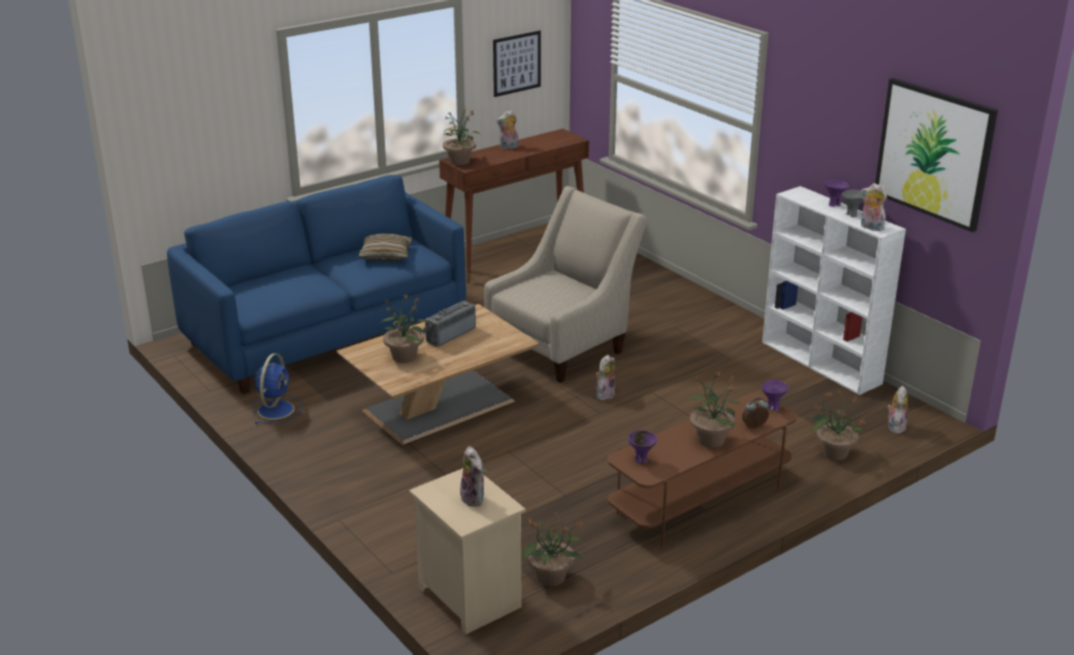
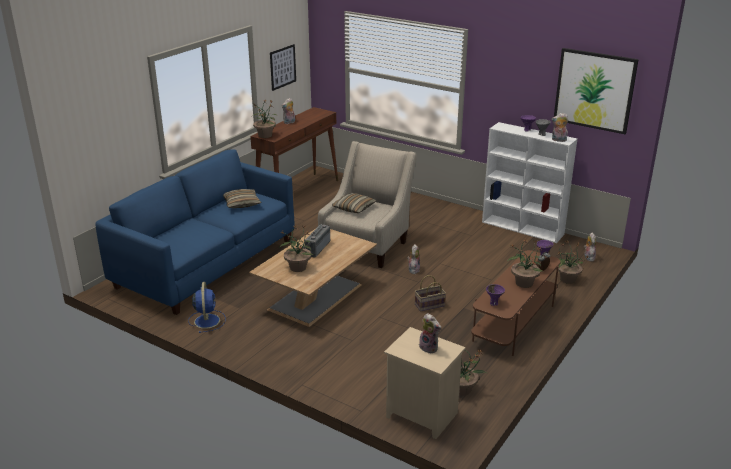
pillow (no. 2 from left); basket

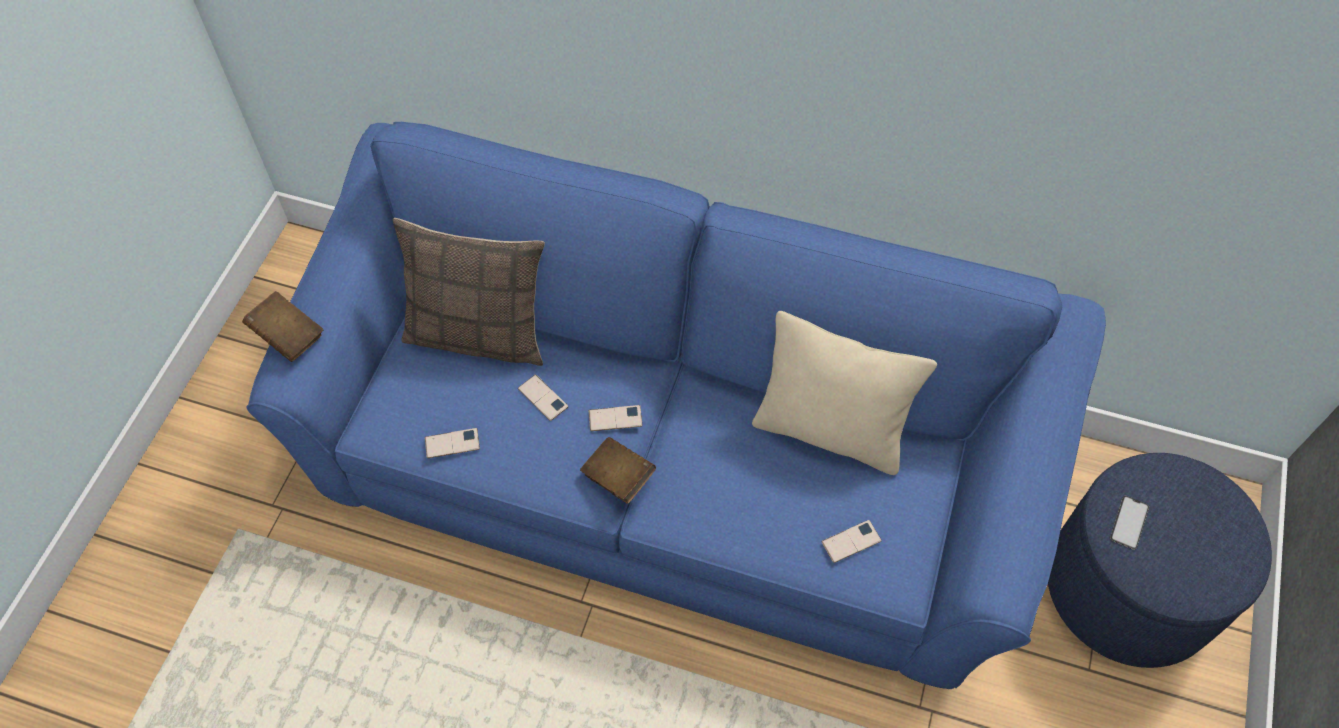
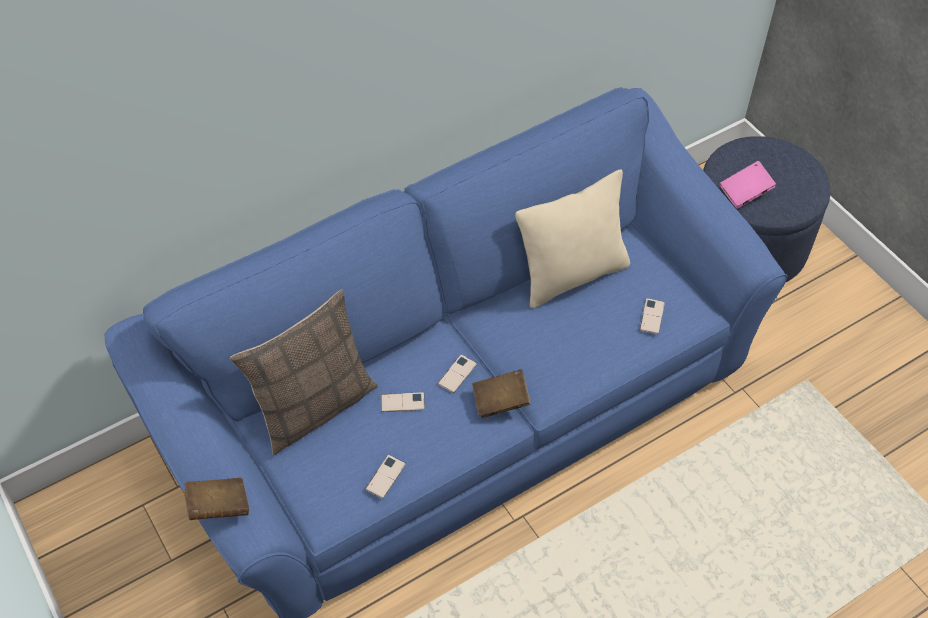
pink book

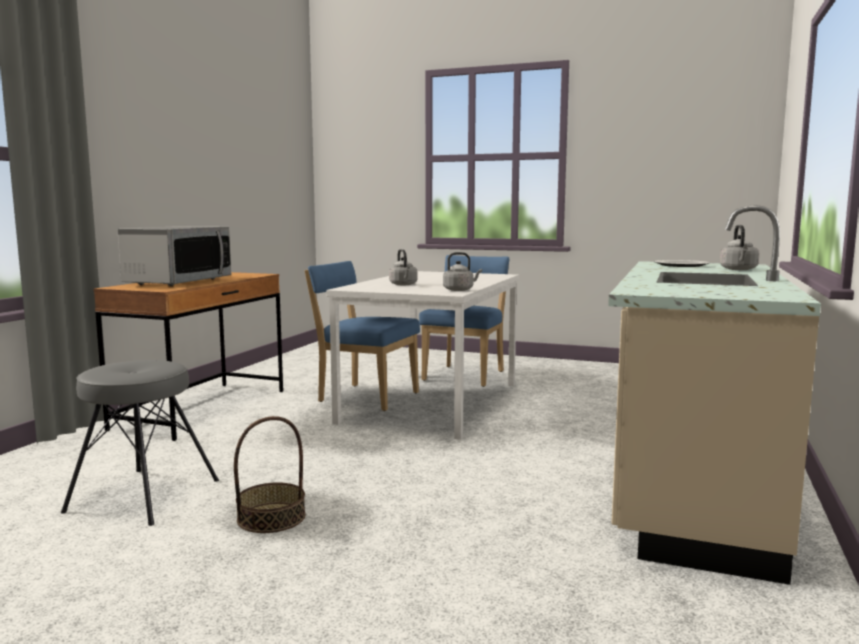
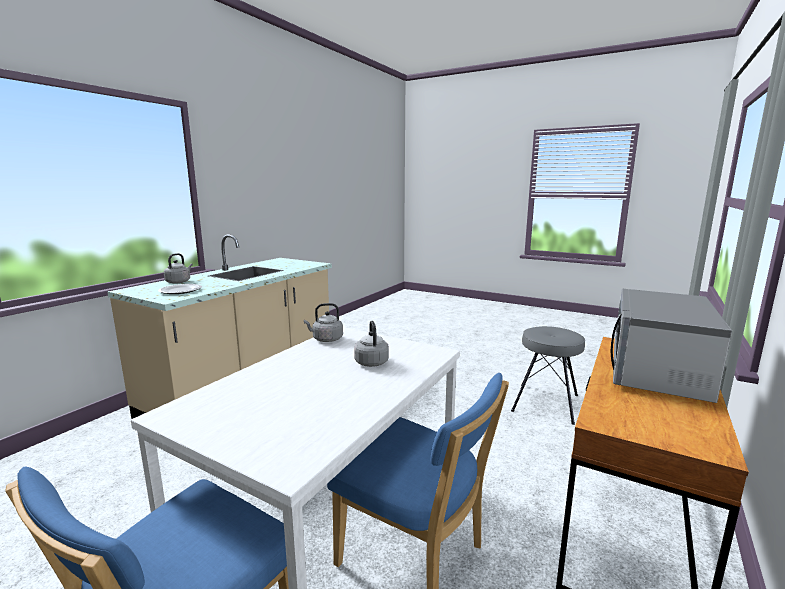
basket

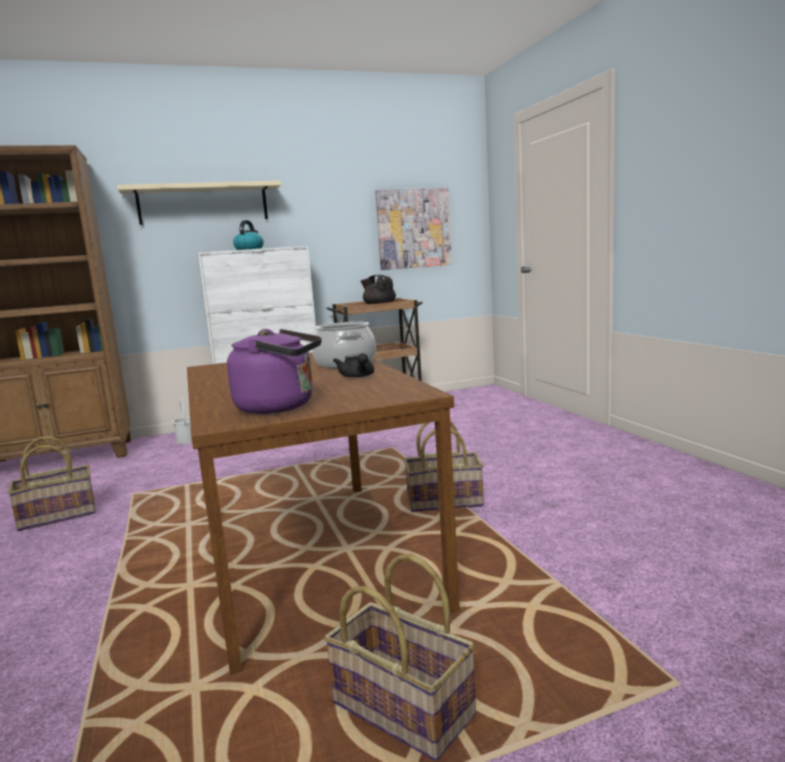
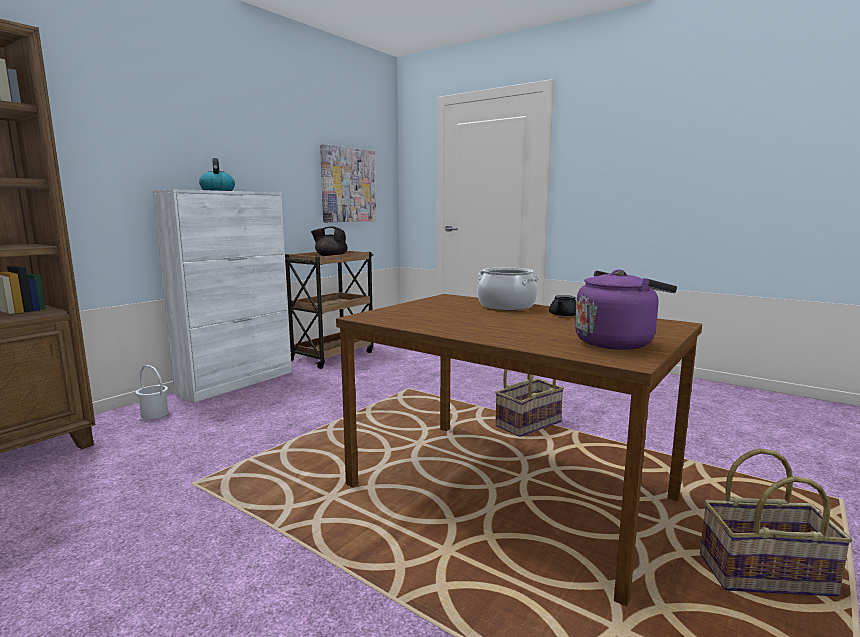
basket (no. 1 from left in the first image); beige shelf

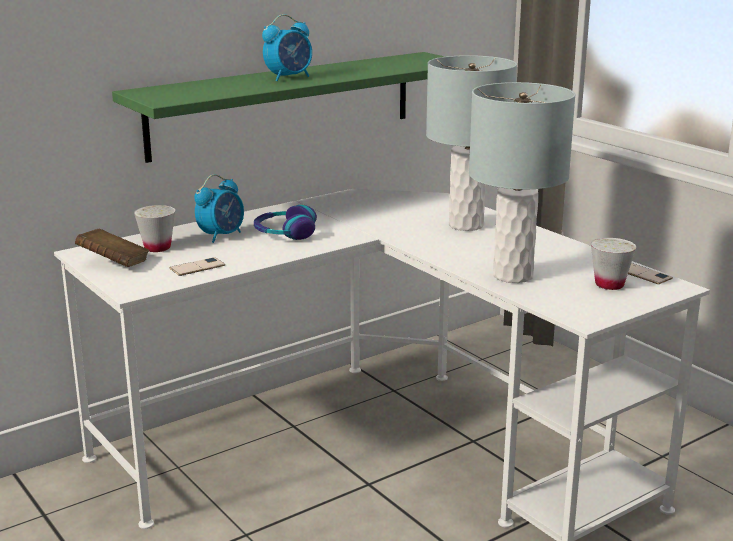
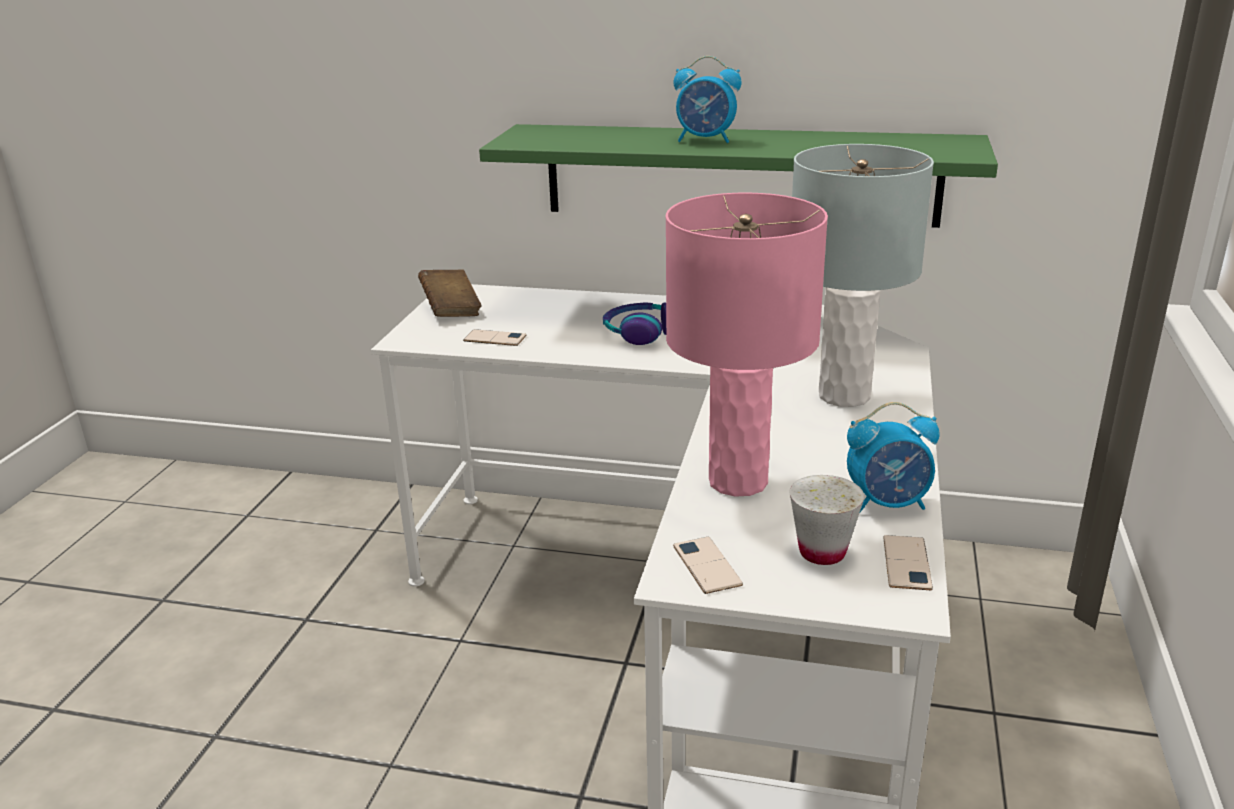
white cup (no. 1 from left in the first image); phone (no. 2 from left); alarm clock (no. 2 from left); pink table lamp

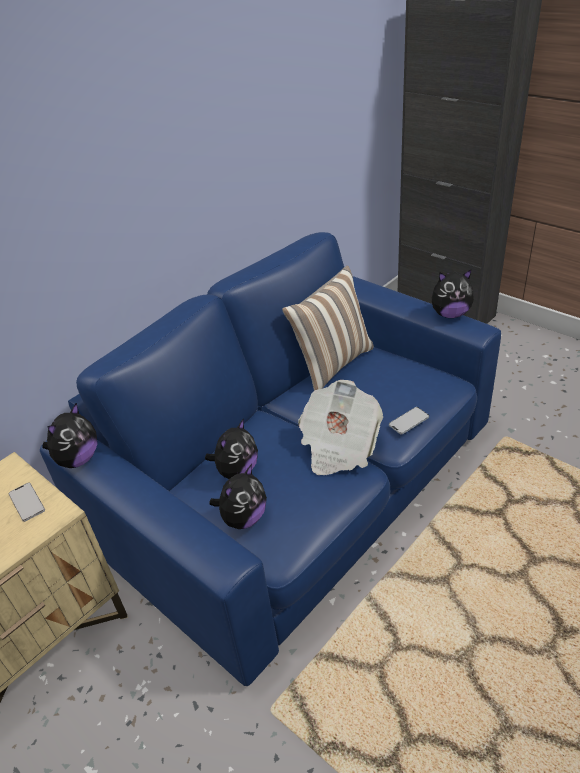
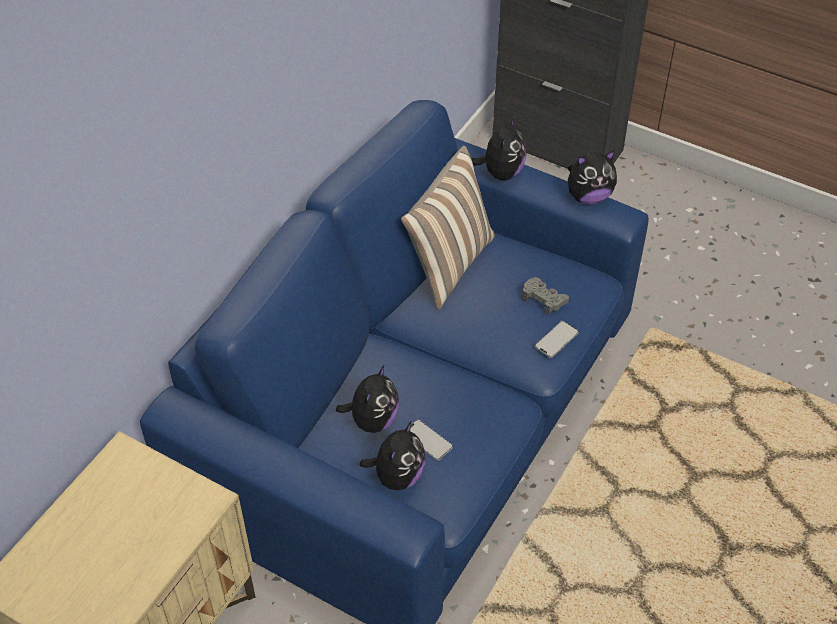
newspaper; grey game controller; phone (no. 1 from left); plush toy (no. 3 from left)

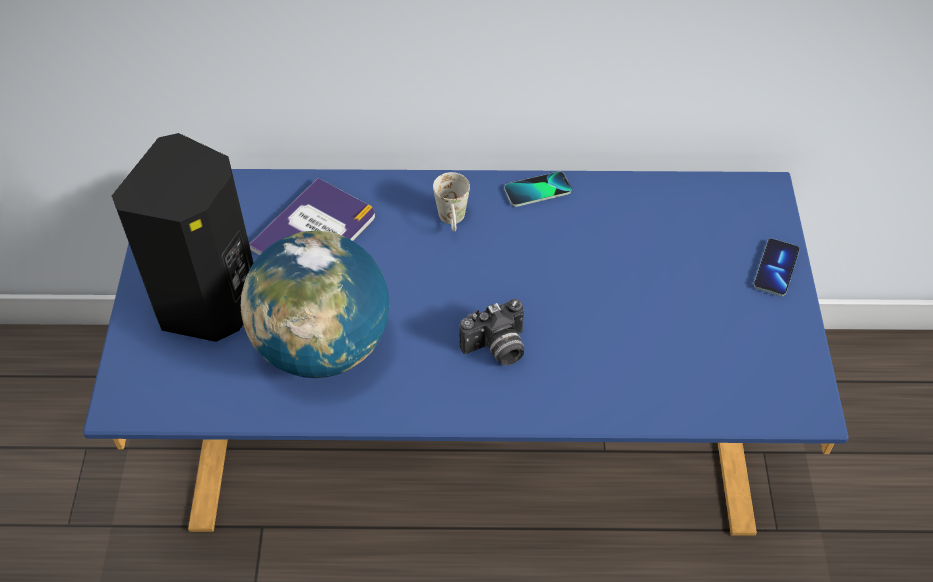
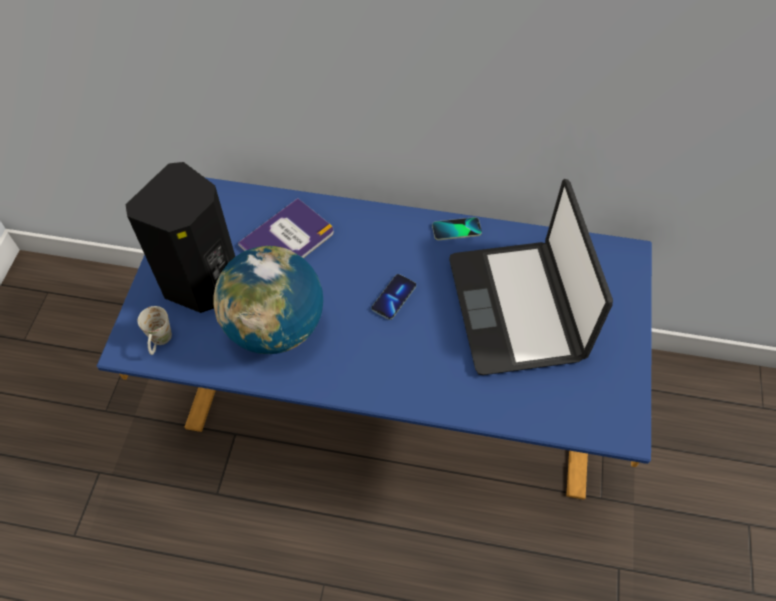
photo camera; laptop; white mug; phone (no. 1 from left)

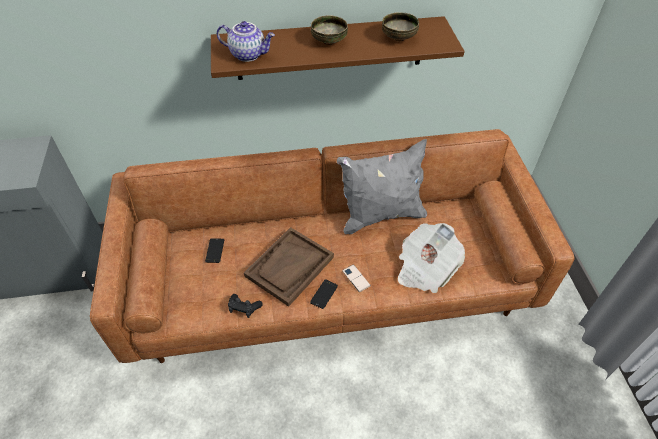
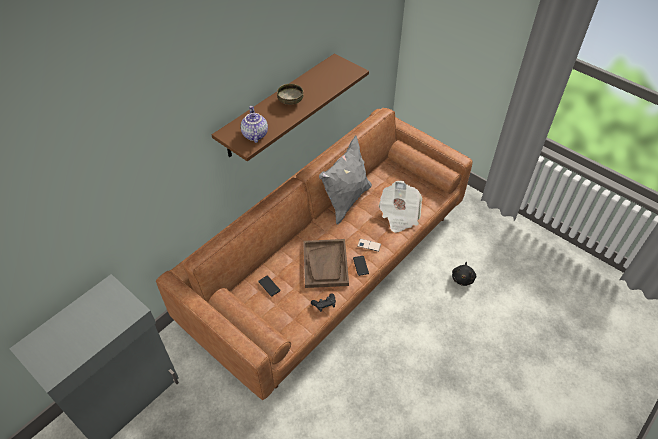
bowl (no. 2 from left in the first image); black plush toy; teapot

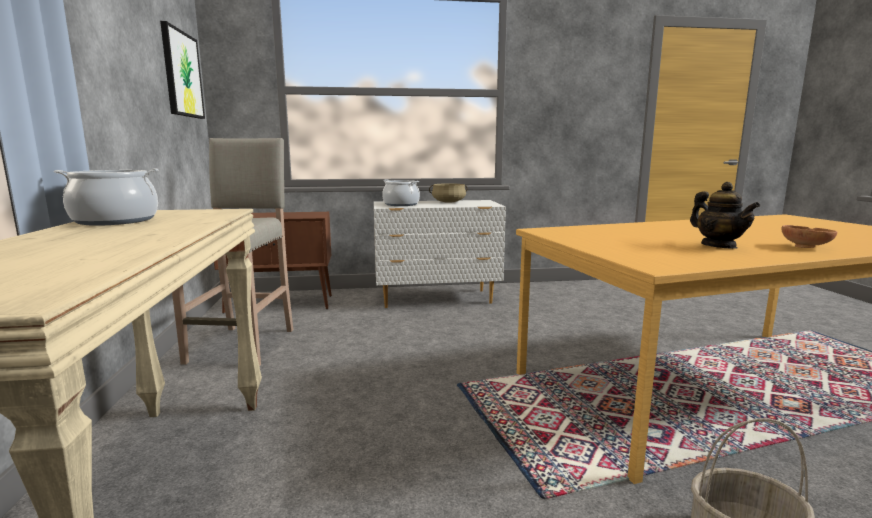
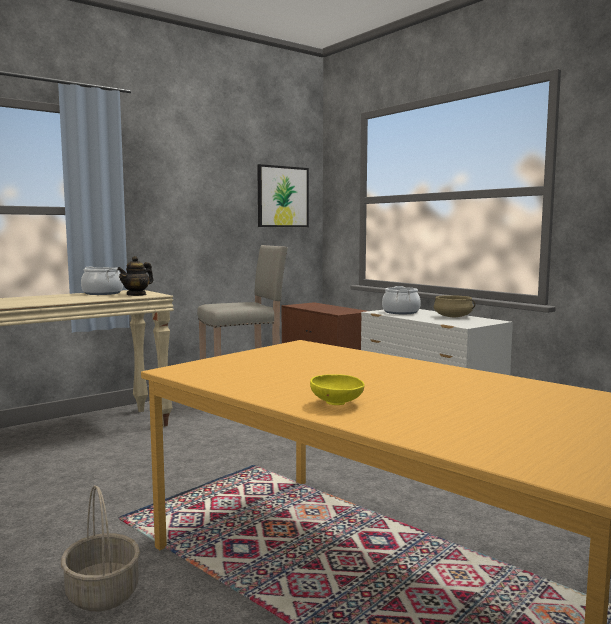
teapot; yellow bowl

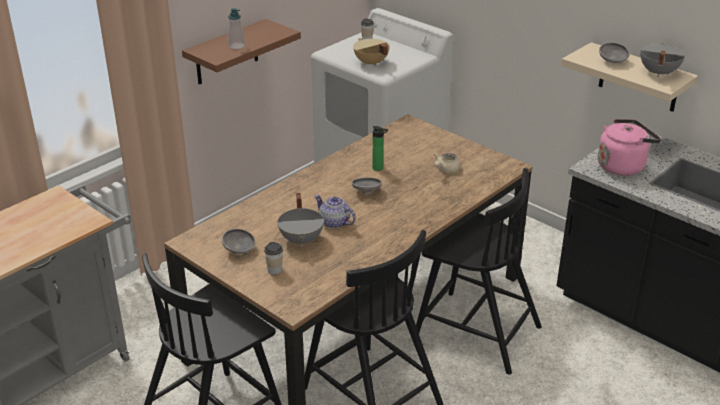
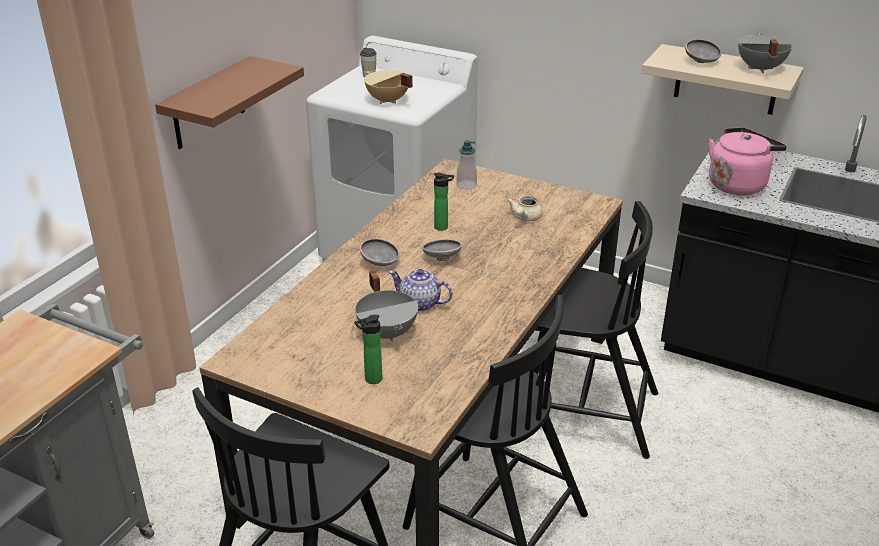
grey bowl (no. 1 from left); soap dispenser; bottle (no. 1 from left)

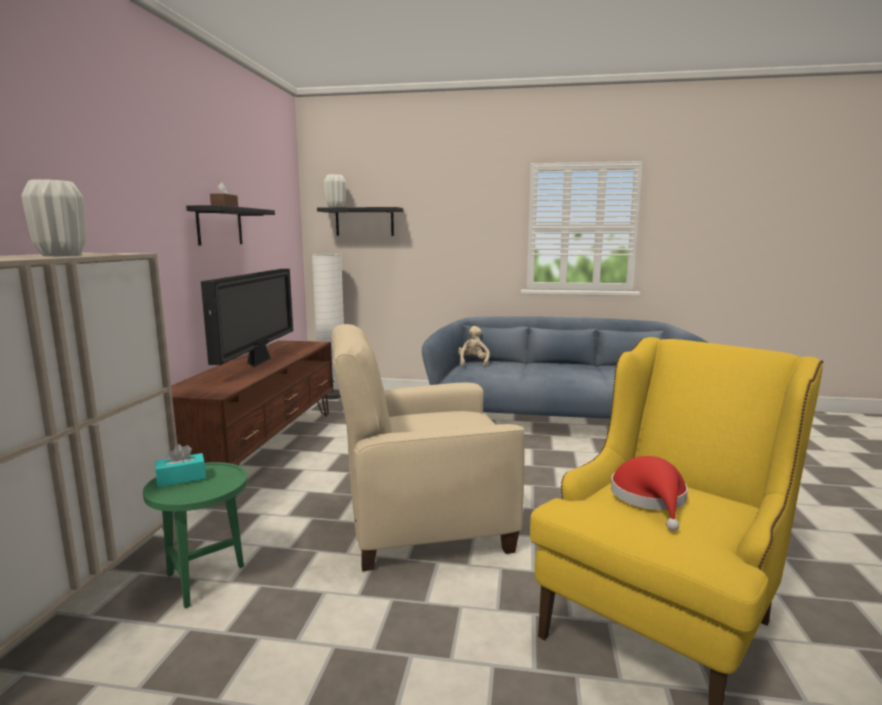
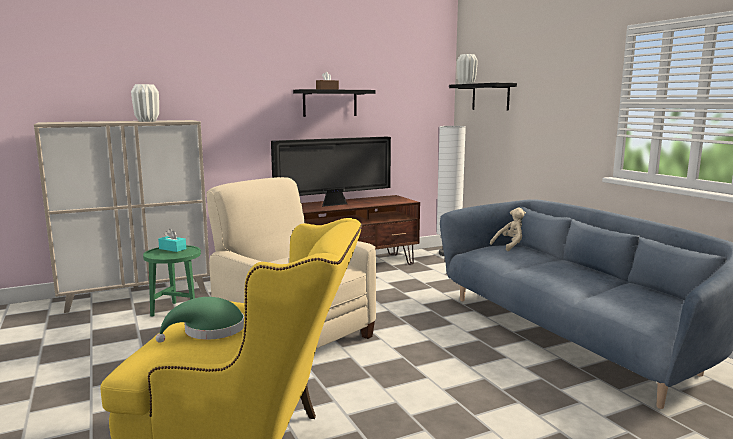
green hat

